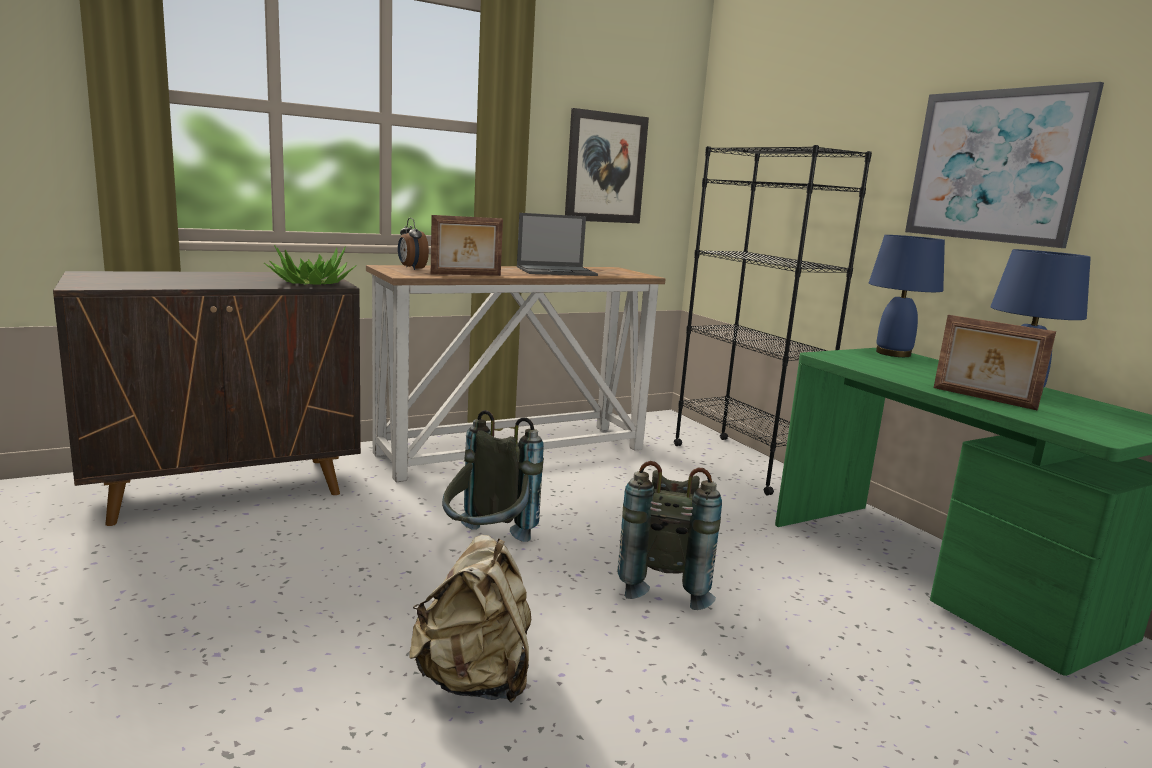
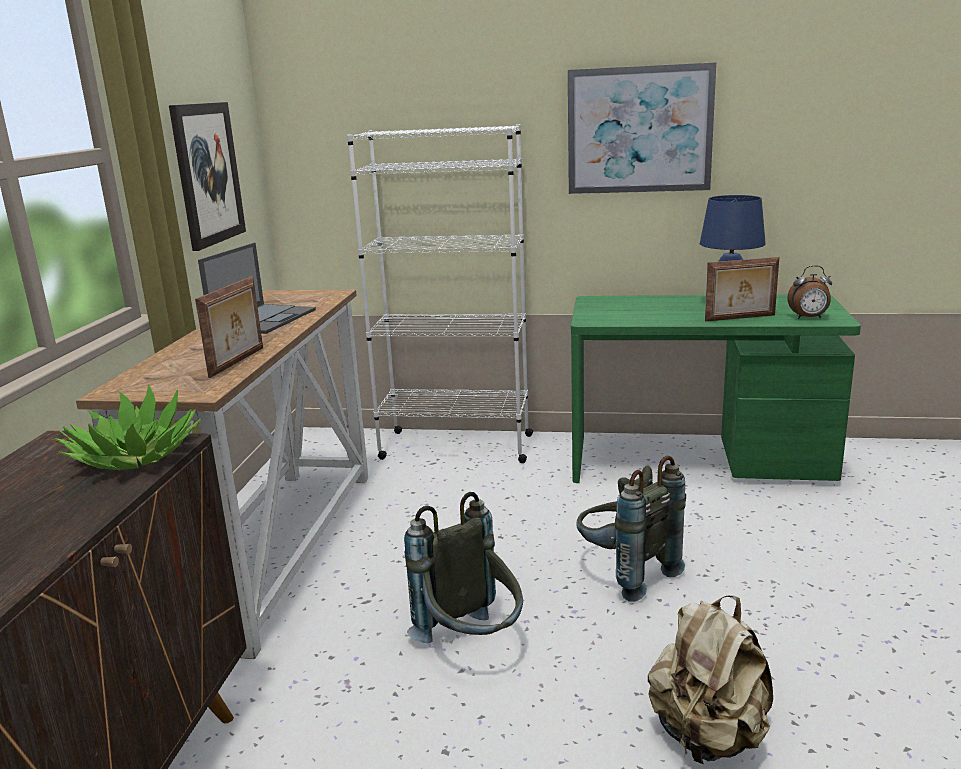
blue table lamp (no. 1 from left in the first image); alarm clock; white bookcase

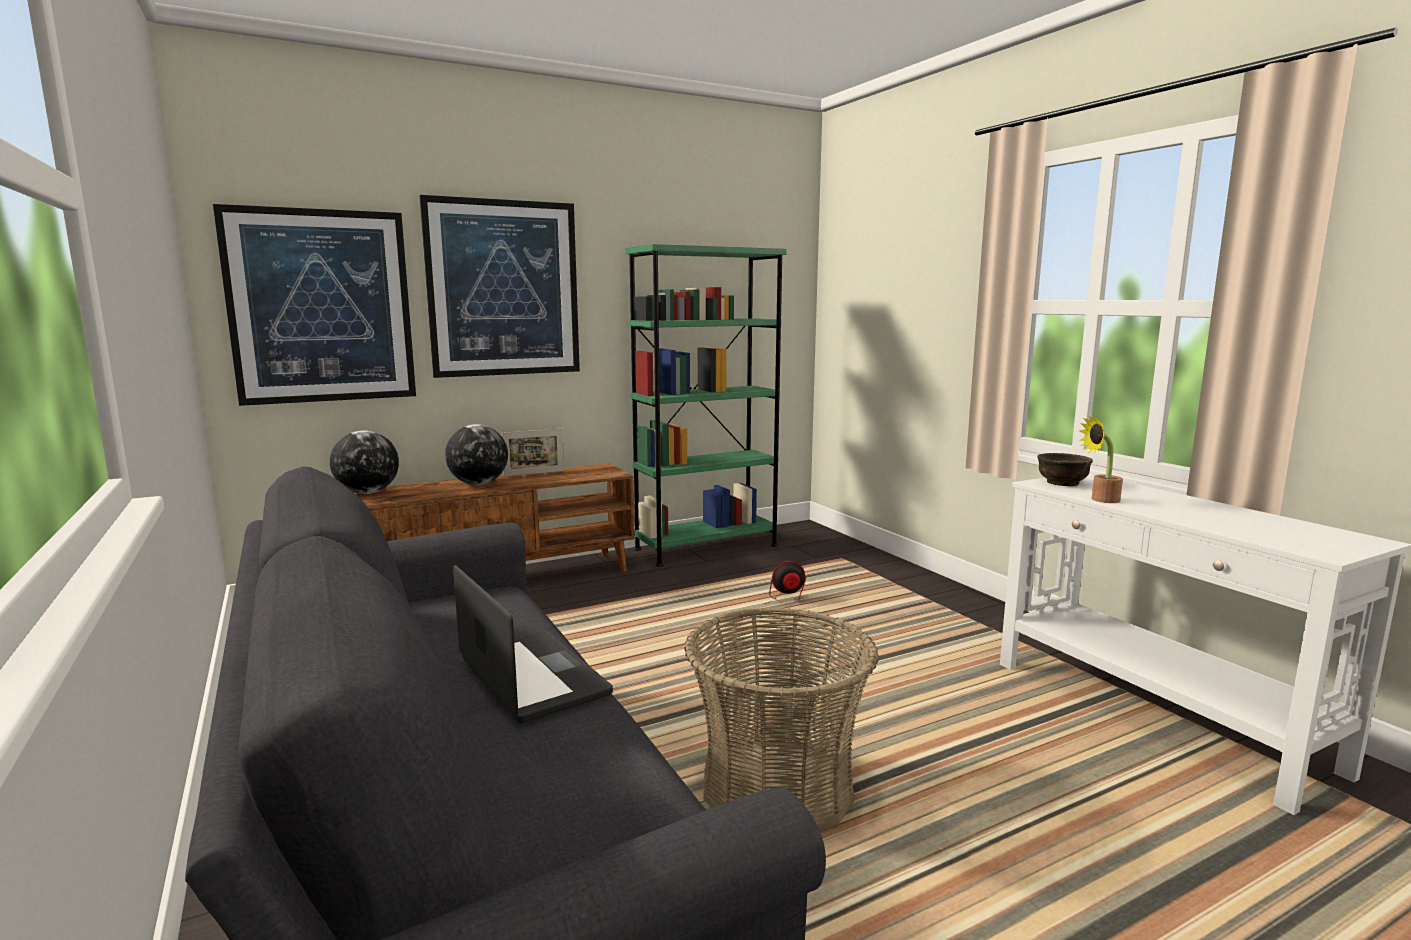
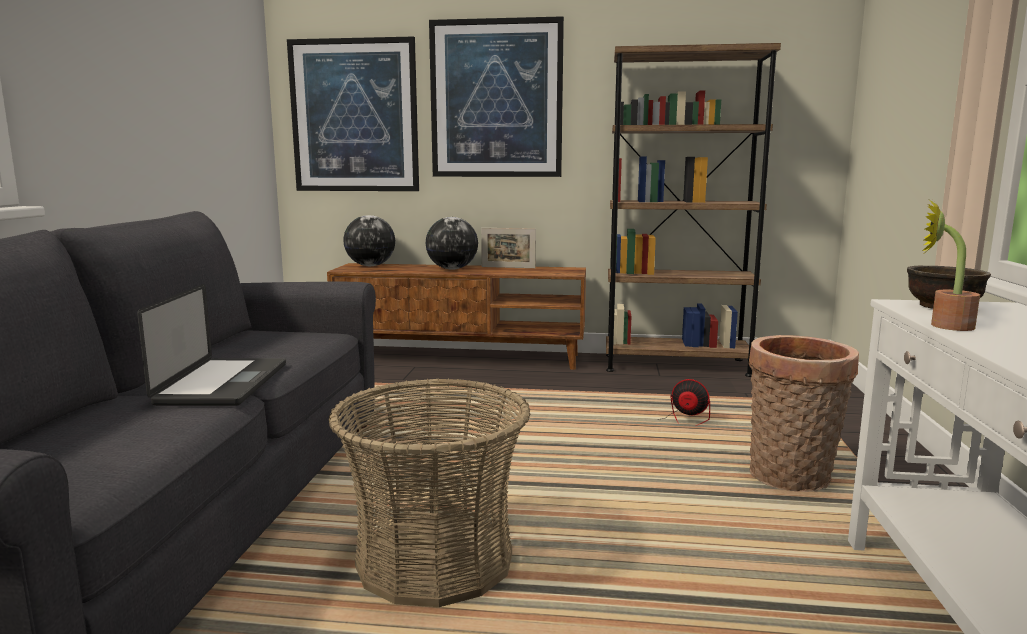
basket (no. 2 from left); brown bookcase

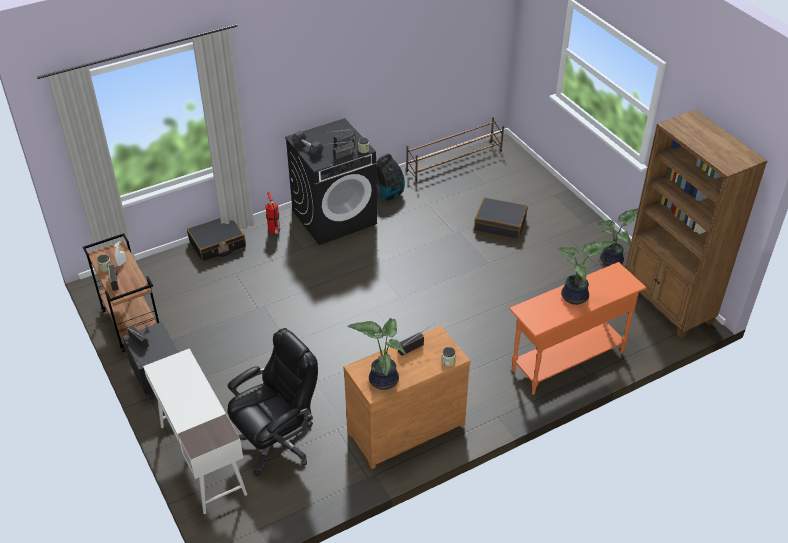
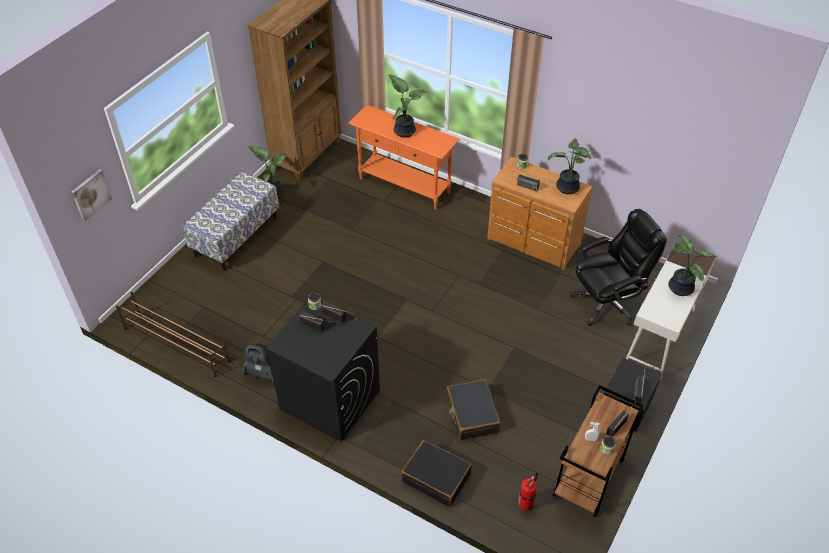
grey dumbbell; picture; bench; potted plant (no. 4 from left); fire extinguisher; black suitcase (no. 2 from left); black office chair

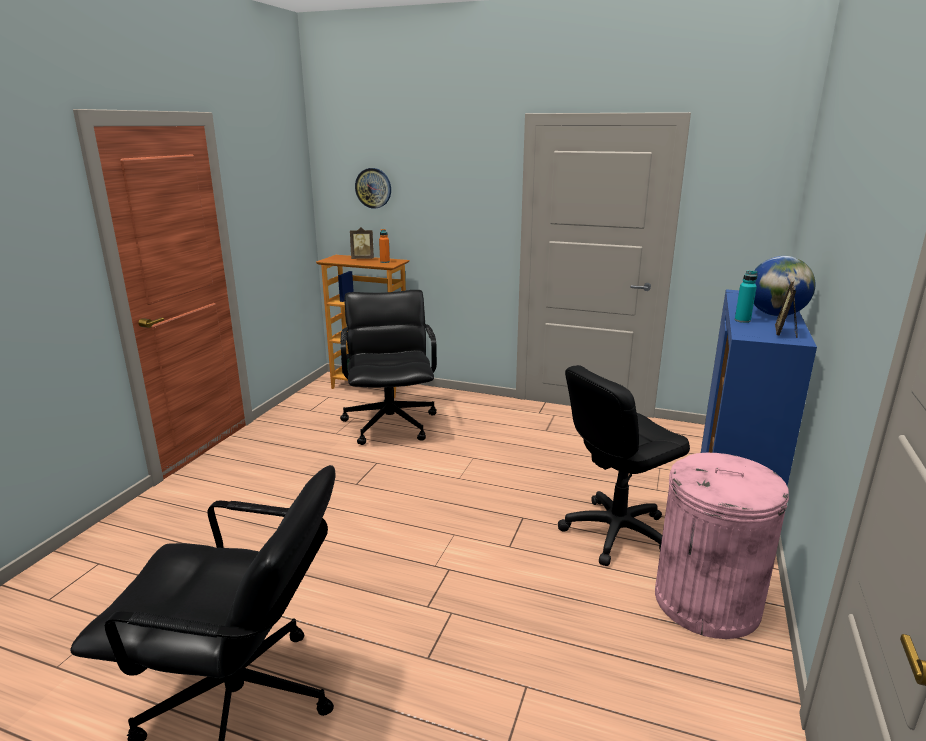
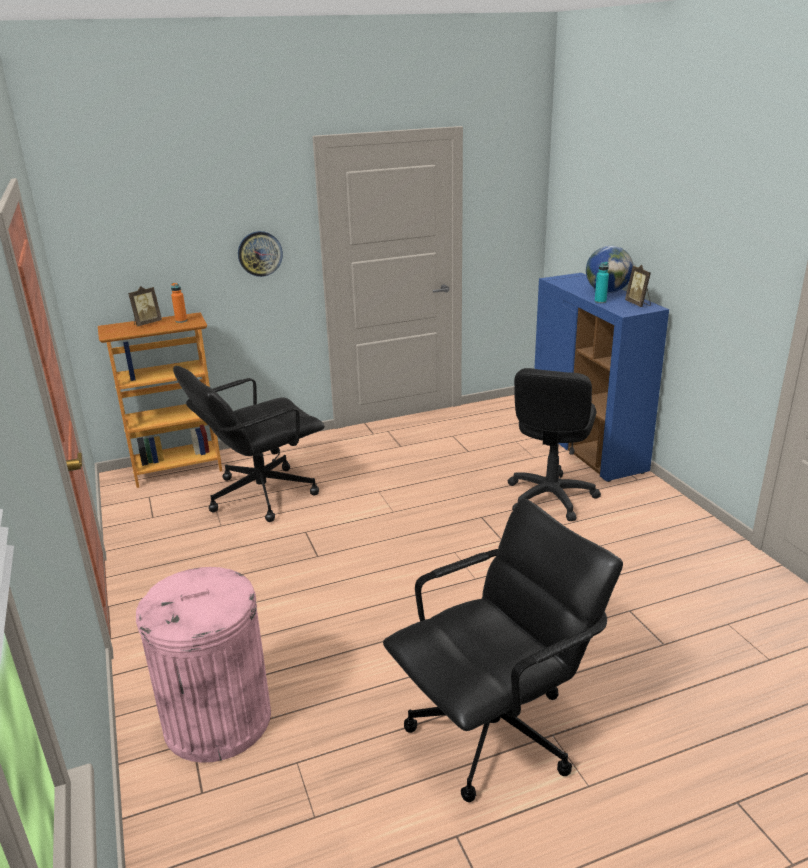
wall clock; pink trash can; black office chair (no. 1 from left)

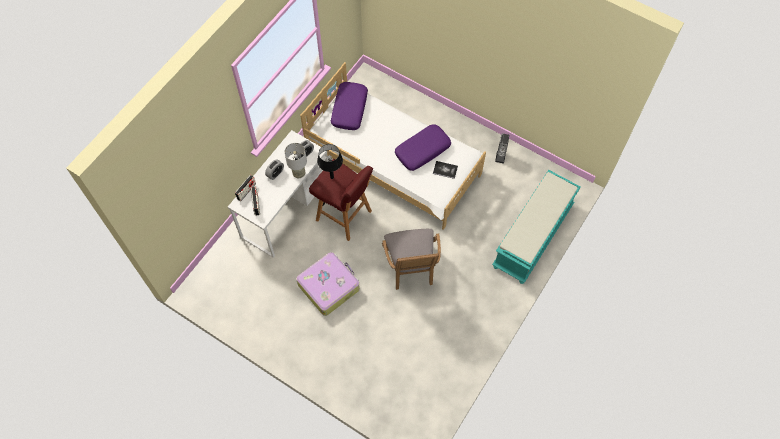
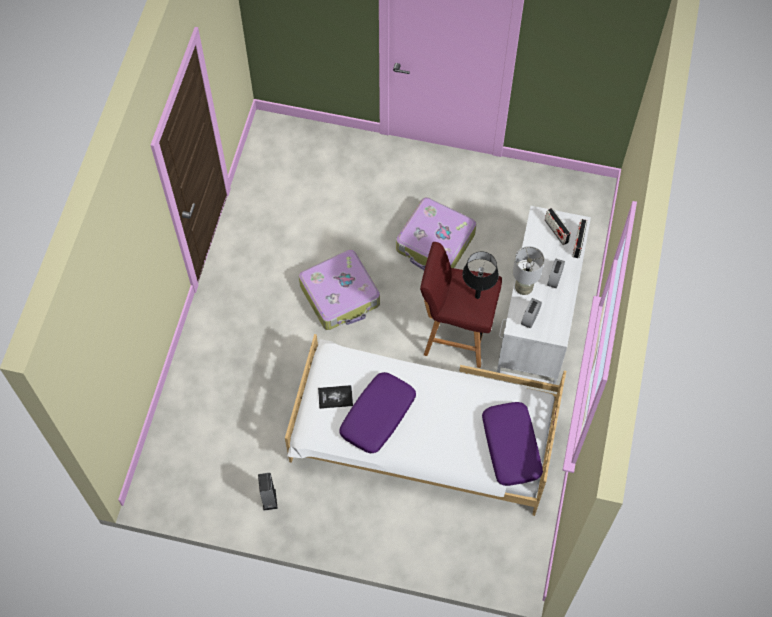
turquoise bench; suitcase (no. 1 from left)

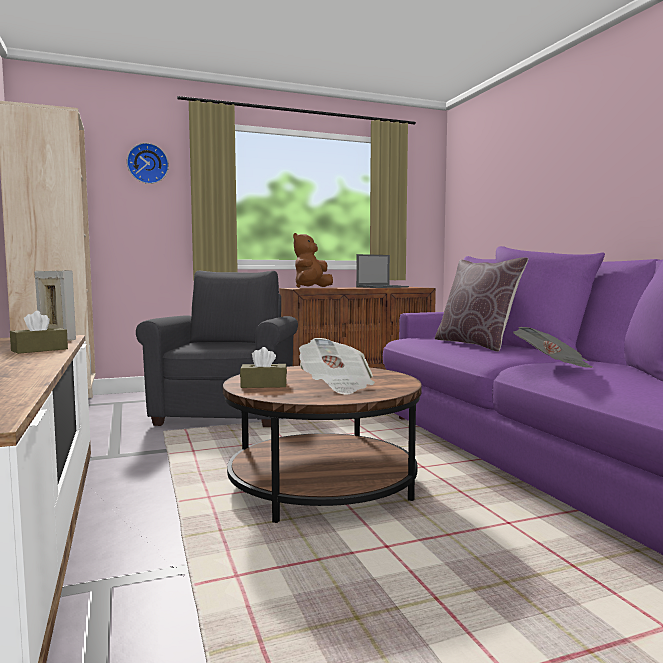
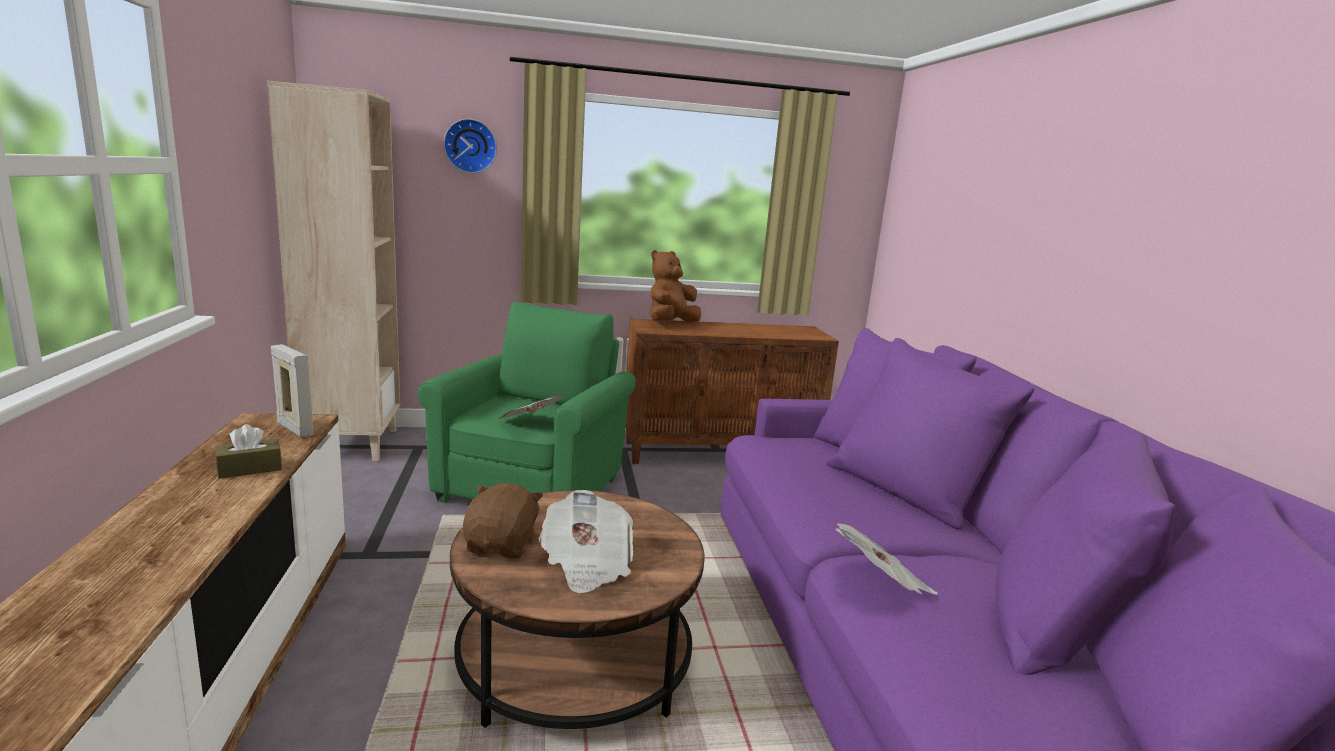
laptop; brown pillow; newspaper (no. 1 from left); brown plush toy (no. 1 from left); green armchair

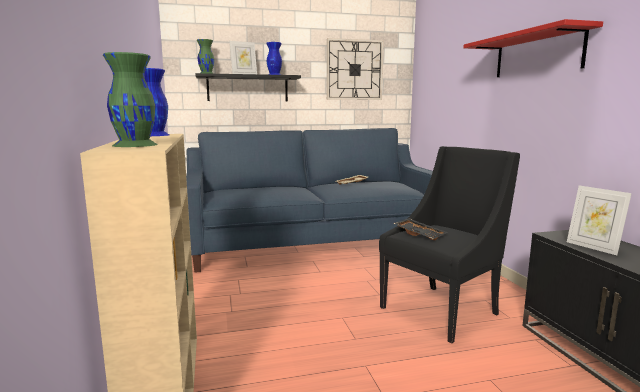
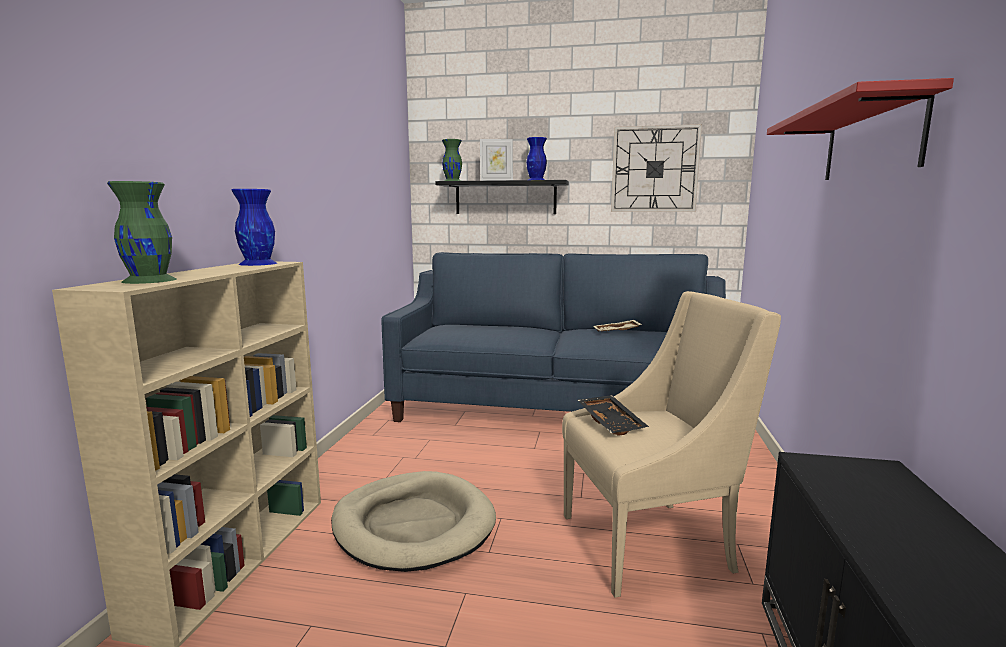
picture frame (no. 2 from left in the first image); beige dog bed; beige armchair

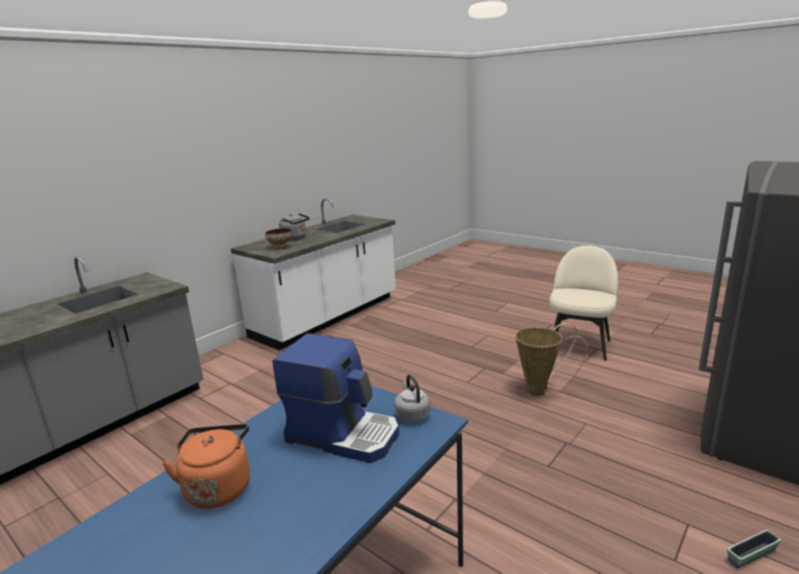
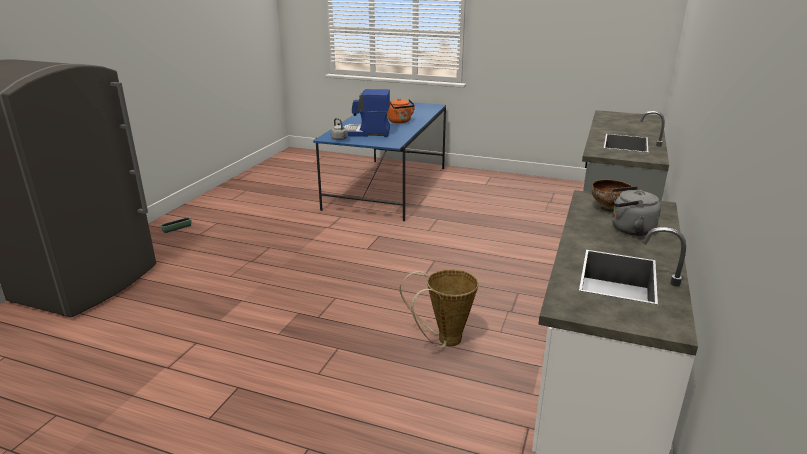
beige chair; basket

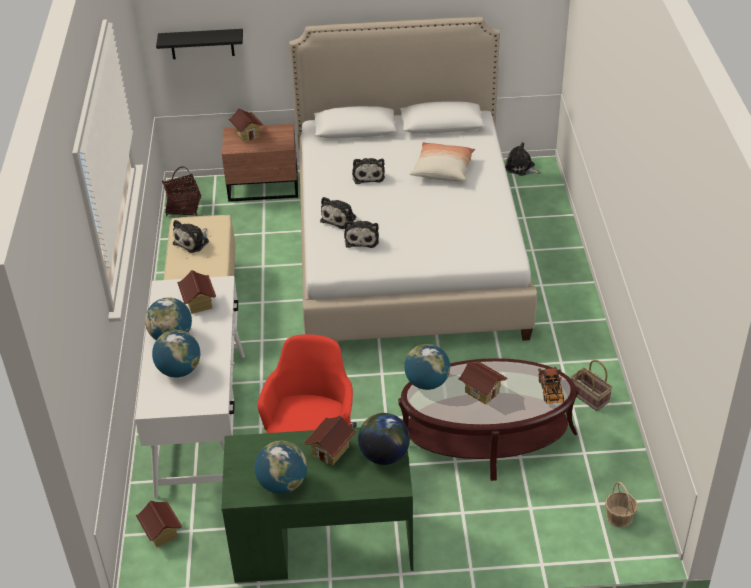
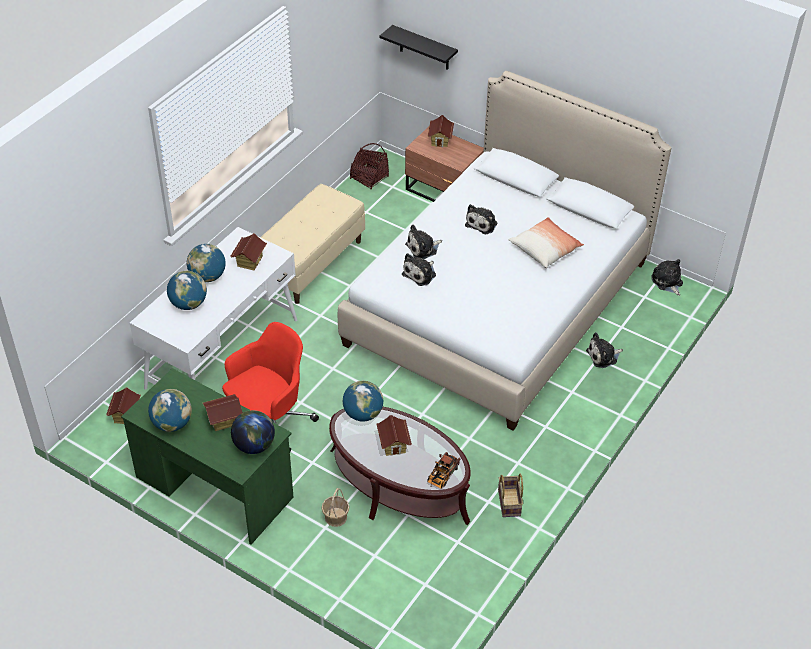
plush toy (no. 4 from left); basket (no. 1 from left)

